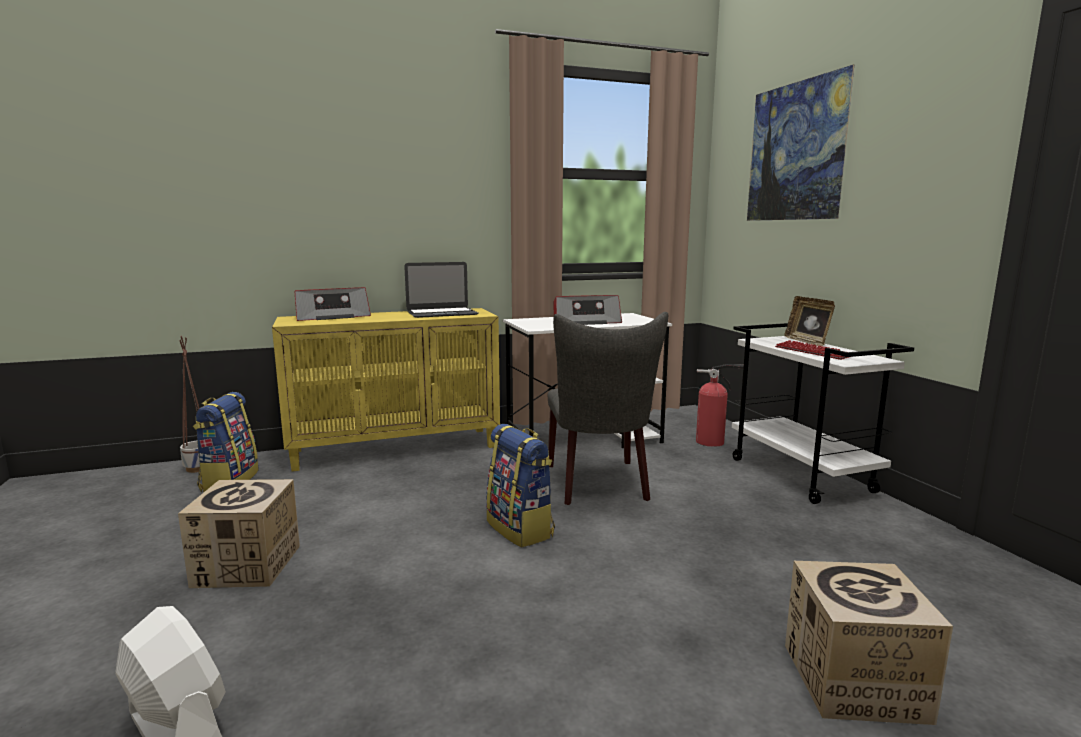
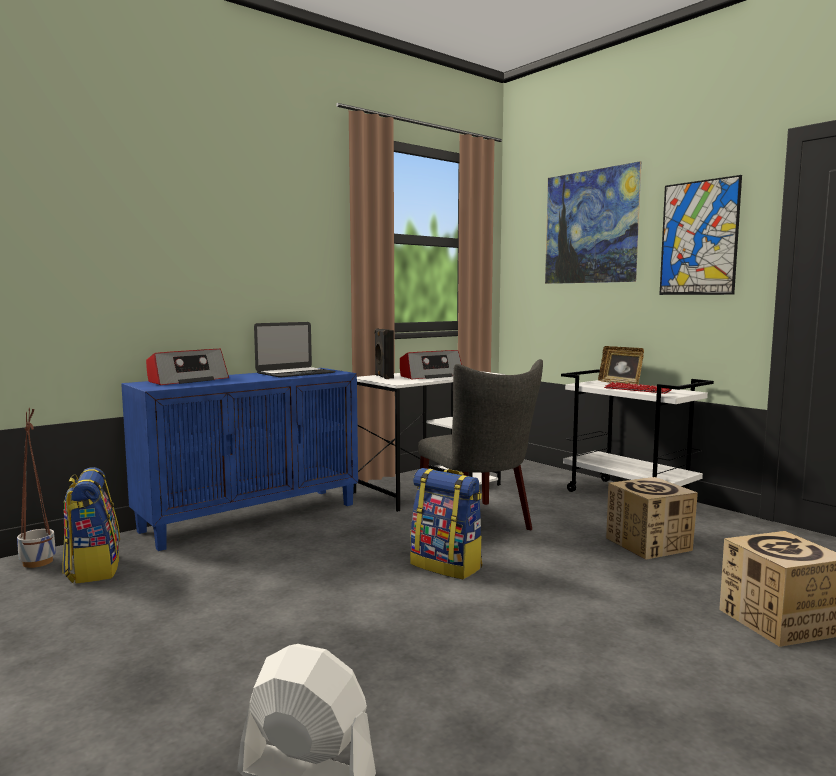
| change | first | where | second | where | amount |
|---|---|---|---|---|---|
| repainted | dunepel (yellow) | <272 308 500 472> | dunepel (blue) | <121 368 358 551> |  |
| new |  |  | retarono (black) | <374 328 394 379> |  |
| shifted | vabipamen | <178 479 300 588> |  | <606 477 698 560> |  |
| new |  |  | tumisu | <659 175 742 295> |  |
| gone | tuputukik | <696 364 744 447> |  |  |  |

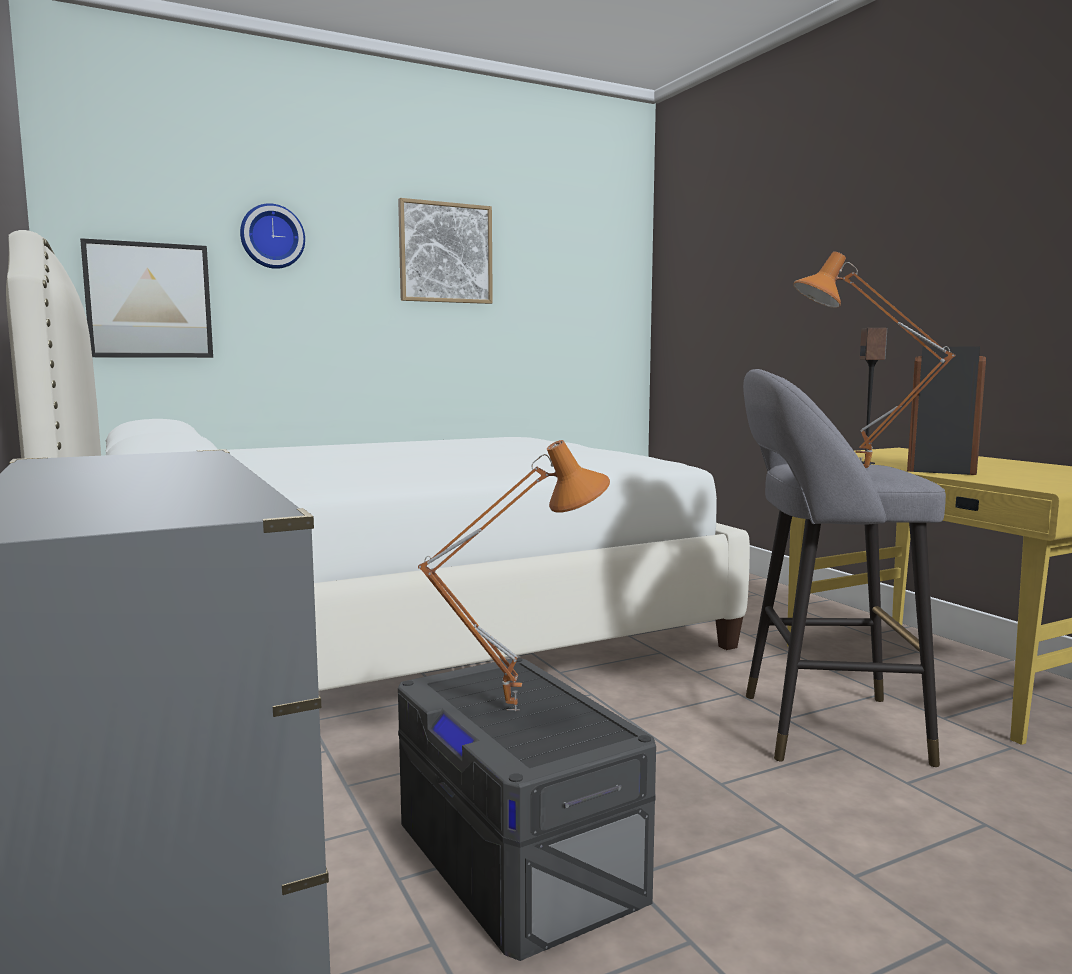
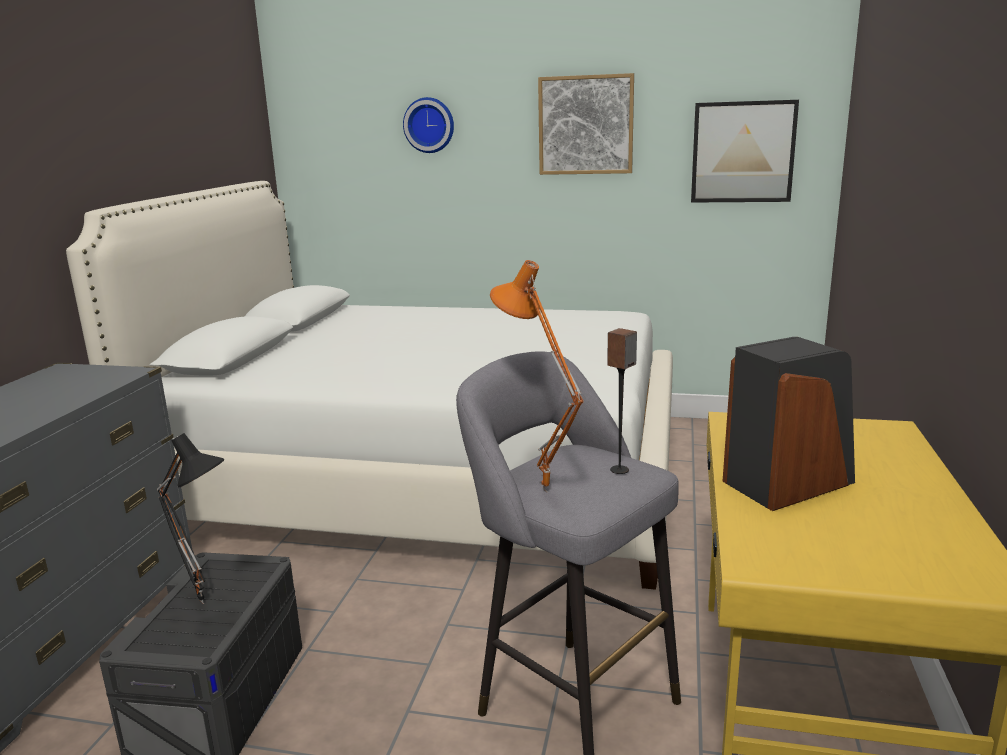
| change | first | where | second | where | amount |
|---|---|---|---|---|---|
| repainted | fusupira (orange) | <418 440 610 711> | fusupira (black) | <157 433 224 604> |  |
| shifted | tumisu | <80 238 213 358> |  | <691 100 799 202> |  |

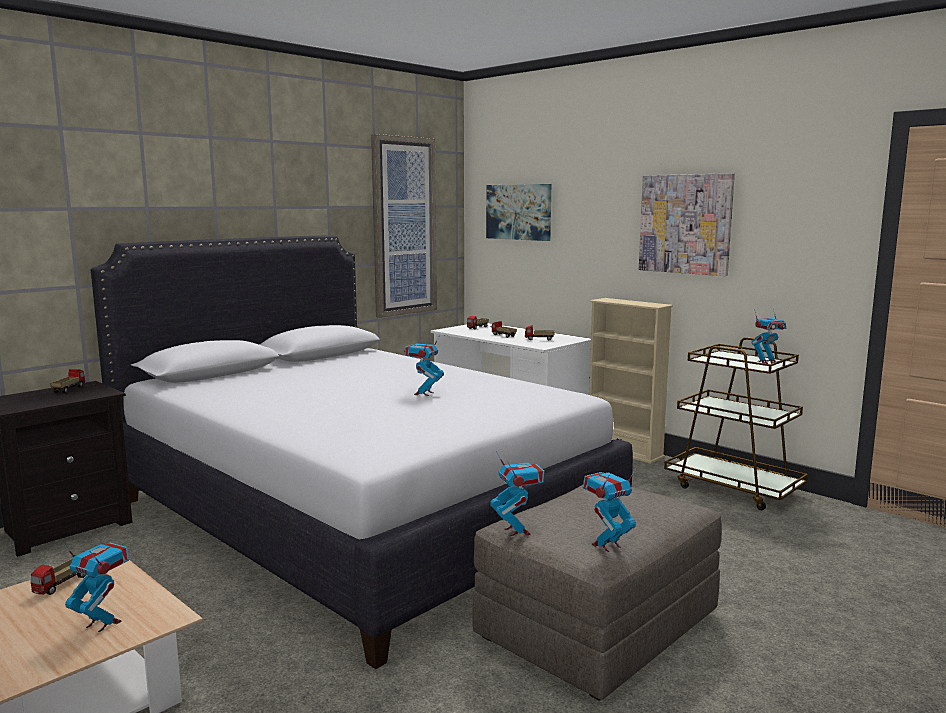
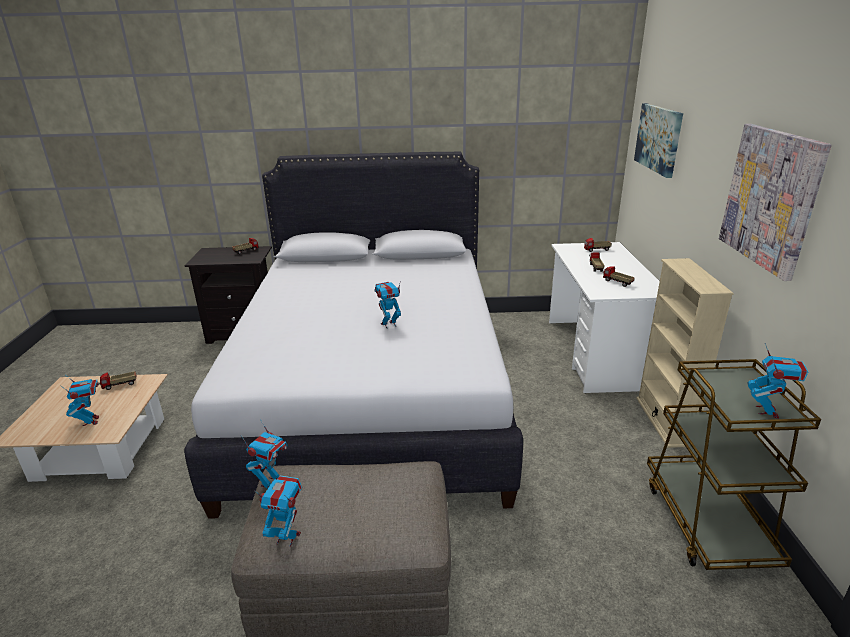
| change | first | where | second | where | amount |
|---|---|---|---|---|---|
| rotated | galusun | <752 308 786 364> |  | <747 343 809 418> | 105 degrees counterclockwise |
| gone | tumisu | <371 134 437 318> |  |  |  |

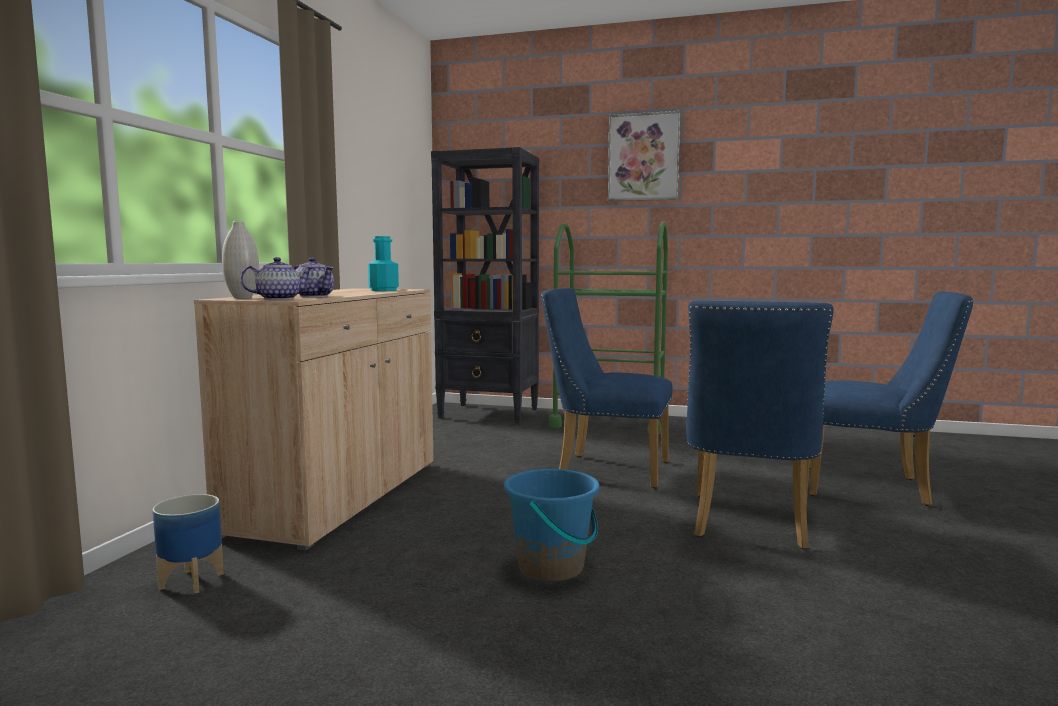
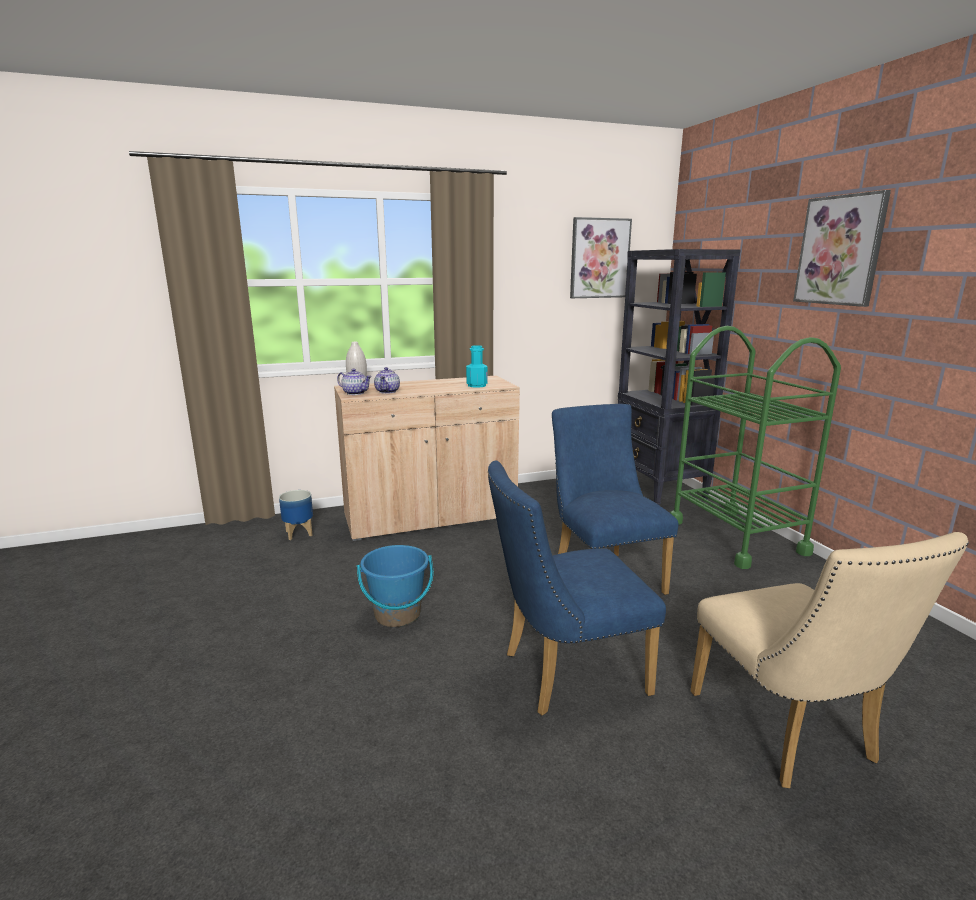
| change | first | where | second | where | amount |
|---|---|---|---|---|---|
| new |  |  | tumisu | <570 217 632 298> |  |
| repainted | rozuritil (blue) | <809 292 974 506> | rozuritil (beige) | <690 532 969 788> |  |

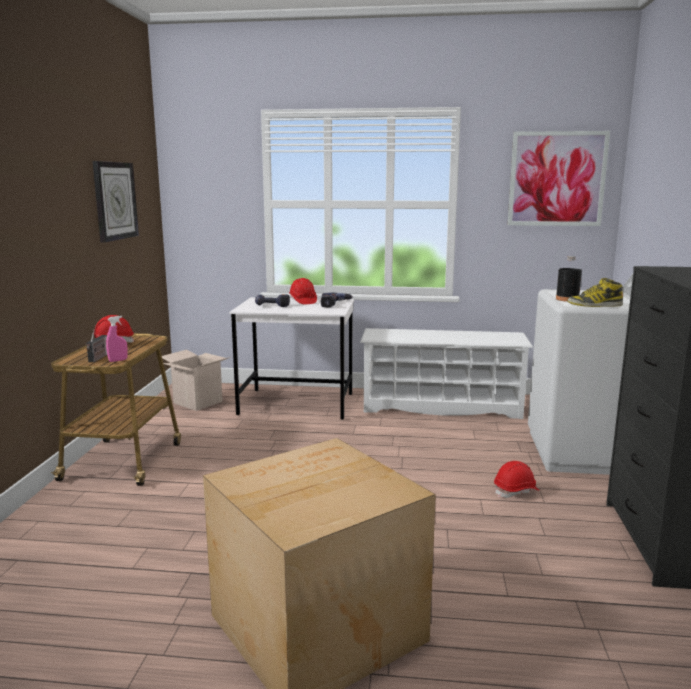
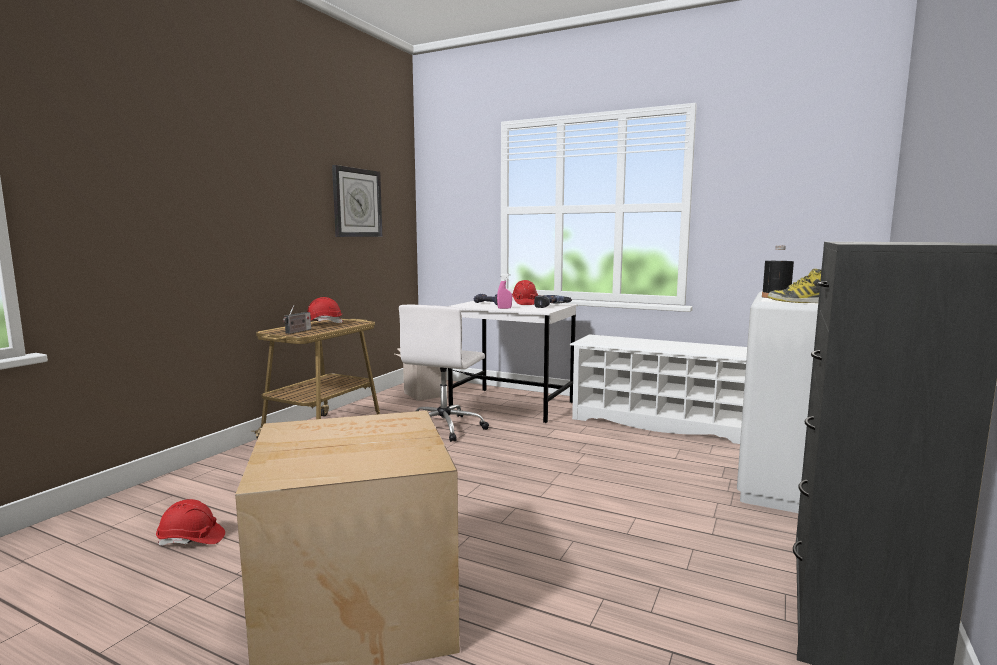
| change | first | where | second | where | amount |
|---|---|---|---|---|---|
| shifted | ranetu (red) | <494 461 540 498> |  | <156 499 225 546> |  |
| new |  |  | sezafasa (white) | <399 304 489 442> |  |
| shifted | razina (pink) | <106 316 128 362> |  | <497 274 512 309> |  |
| gone | tumisu | <508 131 610 226> |  |  |  |

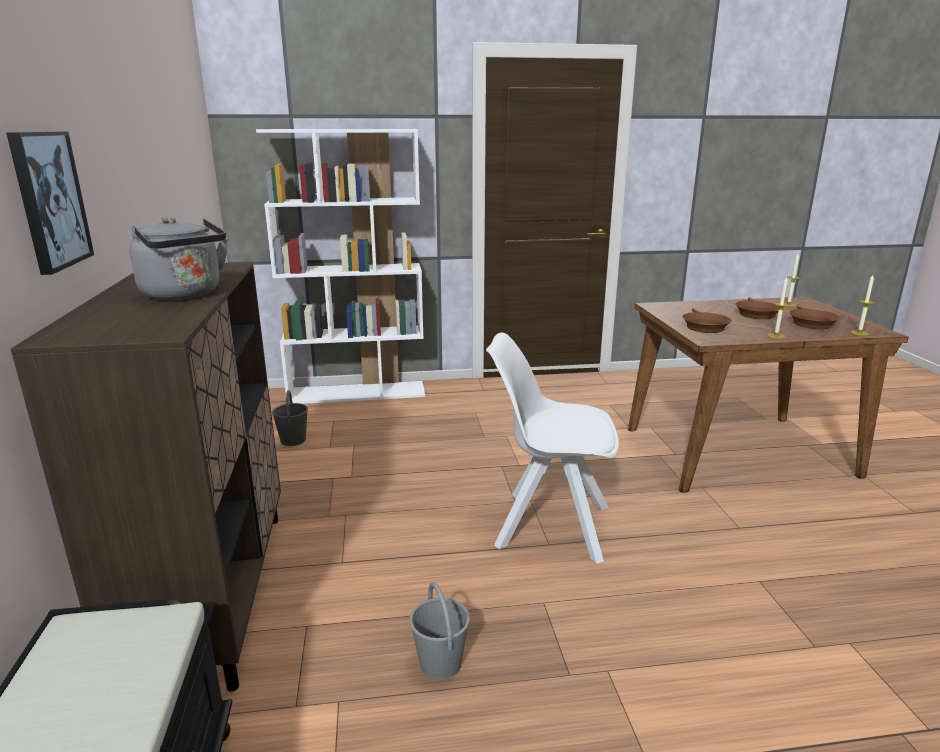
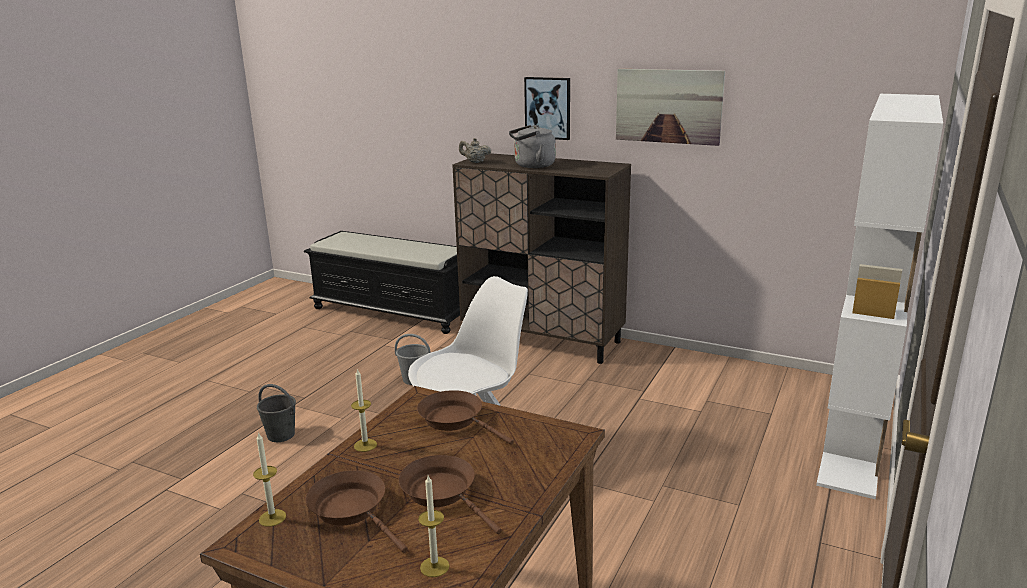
| change | first | where | second | where | amount |
|---|---|---|---|---|---|
| shifted | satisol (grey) | <272 390 308 446> |  | <257 384 296 442> |  |
| new |  |  | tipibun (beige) | <459 138 492 163> |  |
| new |  |  | tumisu | <616 69 725 146> |  |

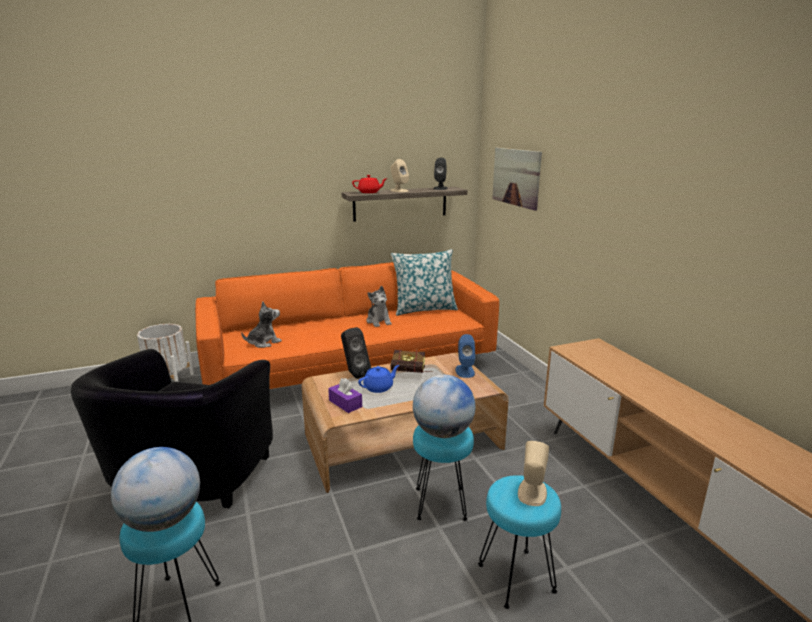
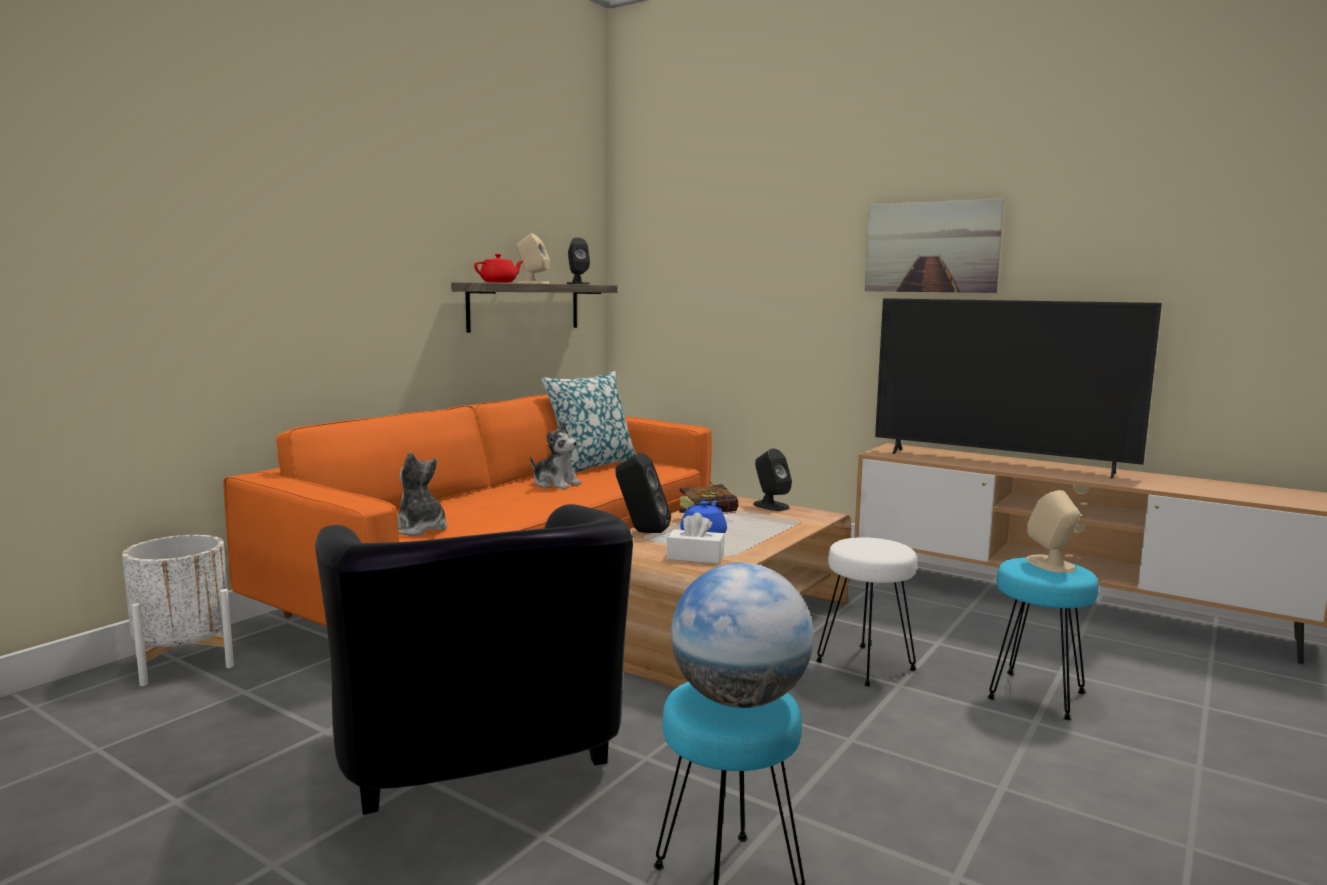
| change | first | where | second | where | amount |
|---|---|---|---|---|---|
| rotated | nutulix | <241 302 282 348> |  | <397 452 447 535> | 60 degrees counterclockwise |
| repainted | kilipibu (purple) | <328 378 362 413> | kilipibu (white) | <667 513 725 564> |  |
| repainted | retarono (blue) | <455 334 475 378> | retarono (black) | <753 448 792 511> |  |
| repainted | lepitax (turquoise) | <413 425 474 521> | lepitax (white) | <816 537 917 686> |  |
| shifted | tumisu | <492 147 542 211> |  | <865 198 1004 293> |  |
| new |  |  | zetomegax | <875 298 1162 479> |  |
| gone | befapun | <413 375 475 438> |  |  |  |

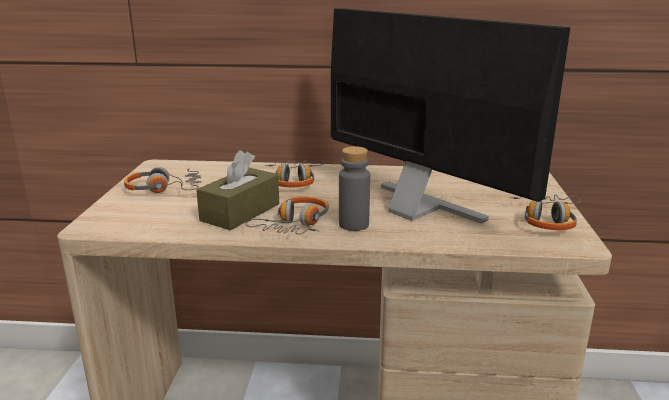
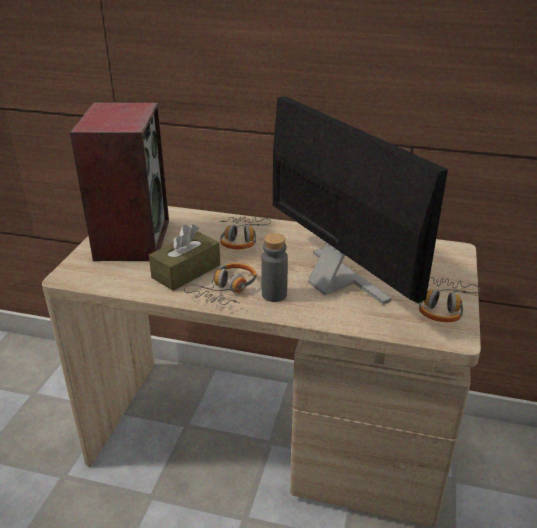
| change | first | where | second | where | amount |
|---|---|---|---|---|---|
| swapped | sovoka | <124 167 202 193> | retarono | <70 103 169 261> |  |

